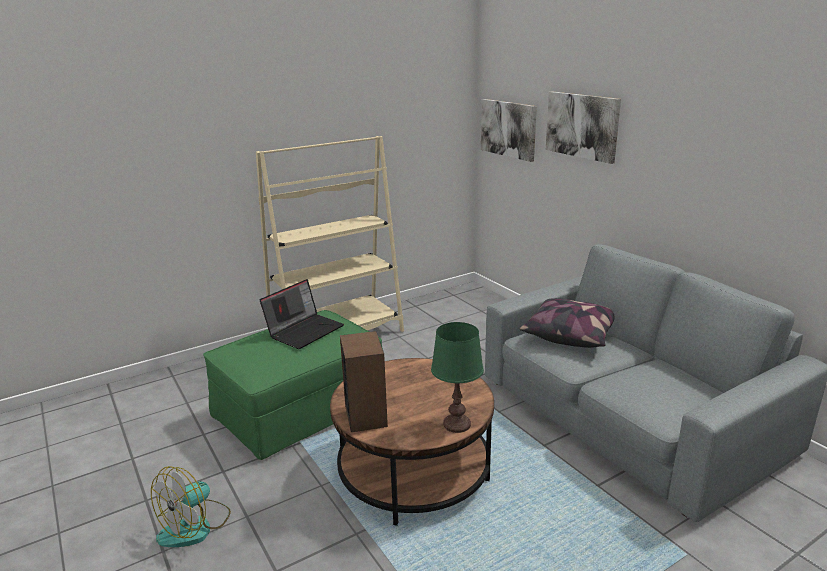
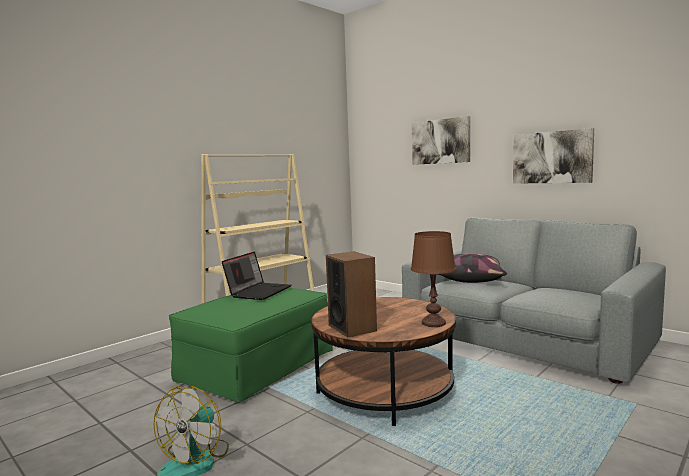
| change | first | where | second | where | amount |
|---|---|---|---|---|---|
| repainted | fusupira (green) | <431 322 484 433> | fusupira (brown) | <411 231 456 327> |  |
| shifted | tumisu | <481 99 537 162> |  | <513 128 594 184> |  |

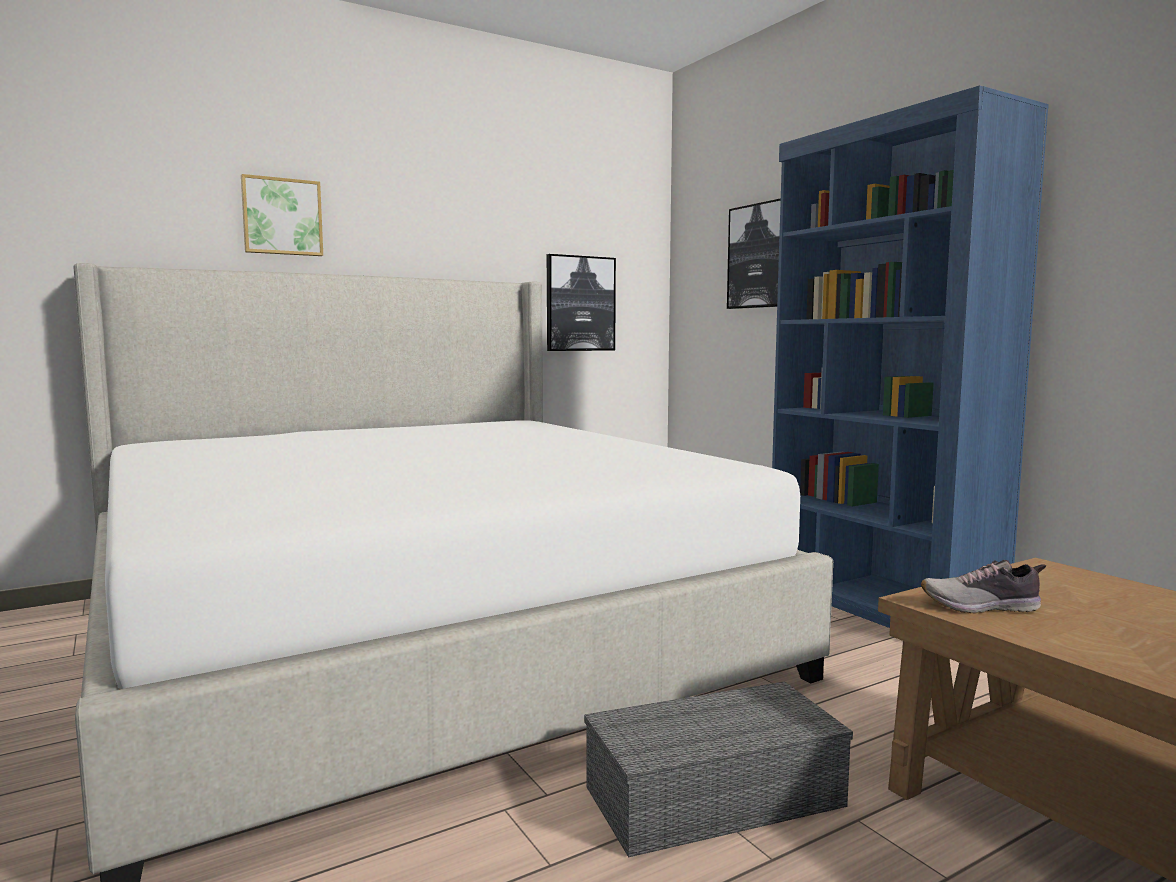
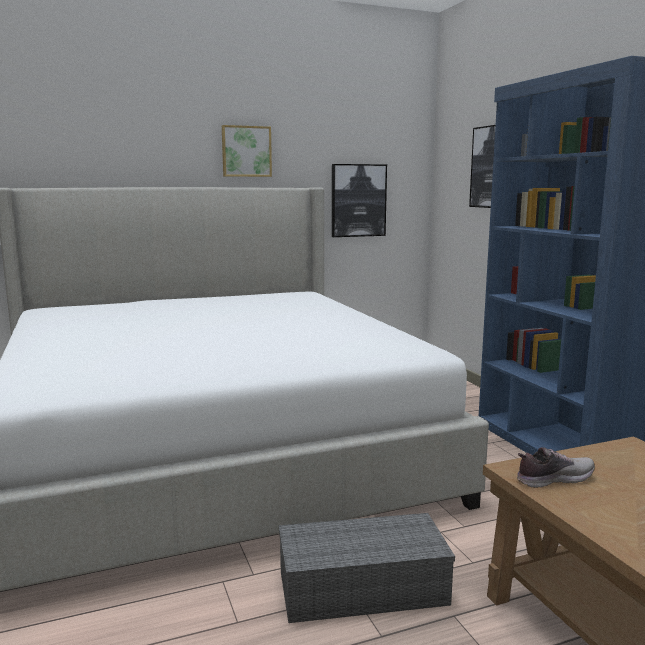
| change | first | where | second | where | amount |
|---|---|---|---|---|---|
| shifted | tumisu | <241 174 323 256> |  | <222 125 272 177> |  |
| rotated | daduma | <921 560 1046 613> |  | <517 447 595 488> | 150 degrees clockwise |

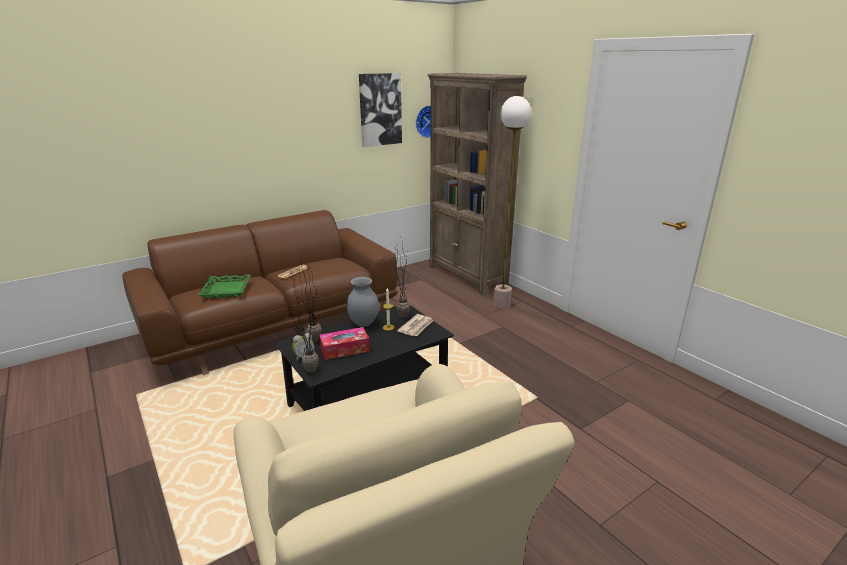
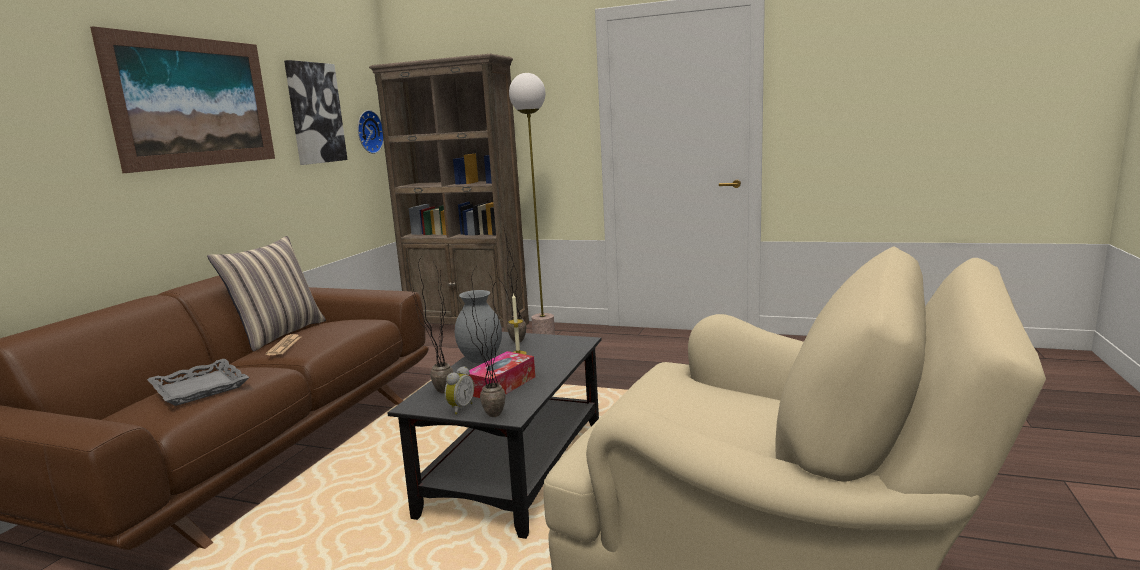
| change | first | where | second | where | amount |
|---|---|---|---|---|---|
| new |  |  | tumisu | <90 26 275 173> |  |
| repainted | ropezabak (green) | <198 274 251 298> | ropezabak (grey) | <147 359 249 406> |  |
| new |  |  | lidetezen | <207 236 326 352> |  |
| gone | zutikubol | <397 314 433 336> |  |  |  |

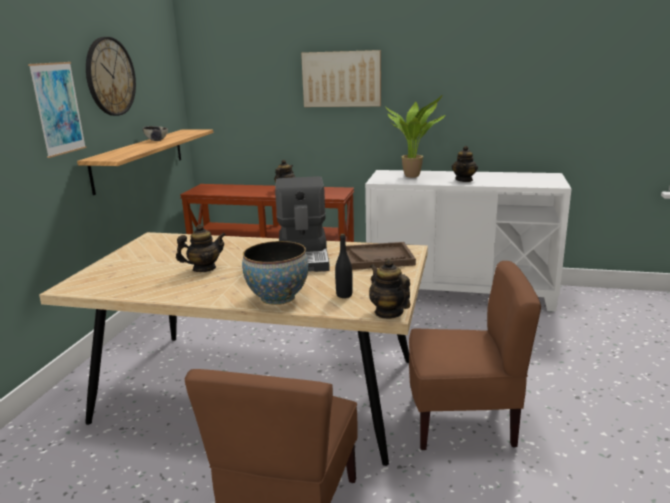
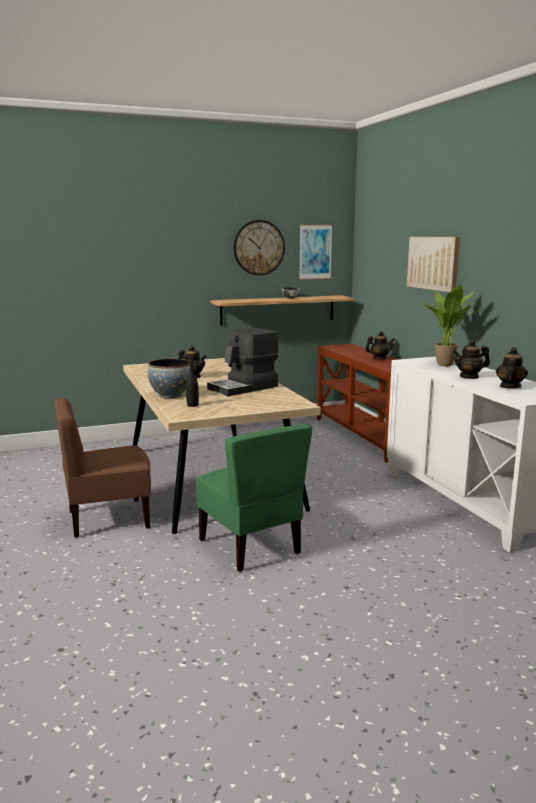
| change | first | where | second | where | amount |
|---|---|---|---|---|---|
| repainted | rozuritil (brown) | <409 261 541 450> | rozuritil (green) | <195 424 312 572> |  |
| shifted | tumisu | <28 62 86 158> |  | <299 225 332 280> |  |
| shifted | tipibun | <369 259 410 319> |  | <496 347 528 388> |  |
| gone | ropezabak (brown) | <346 242 416 270> |  |  |  |

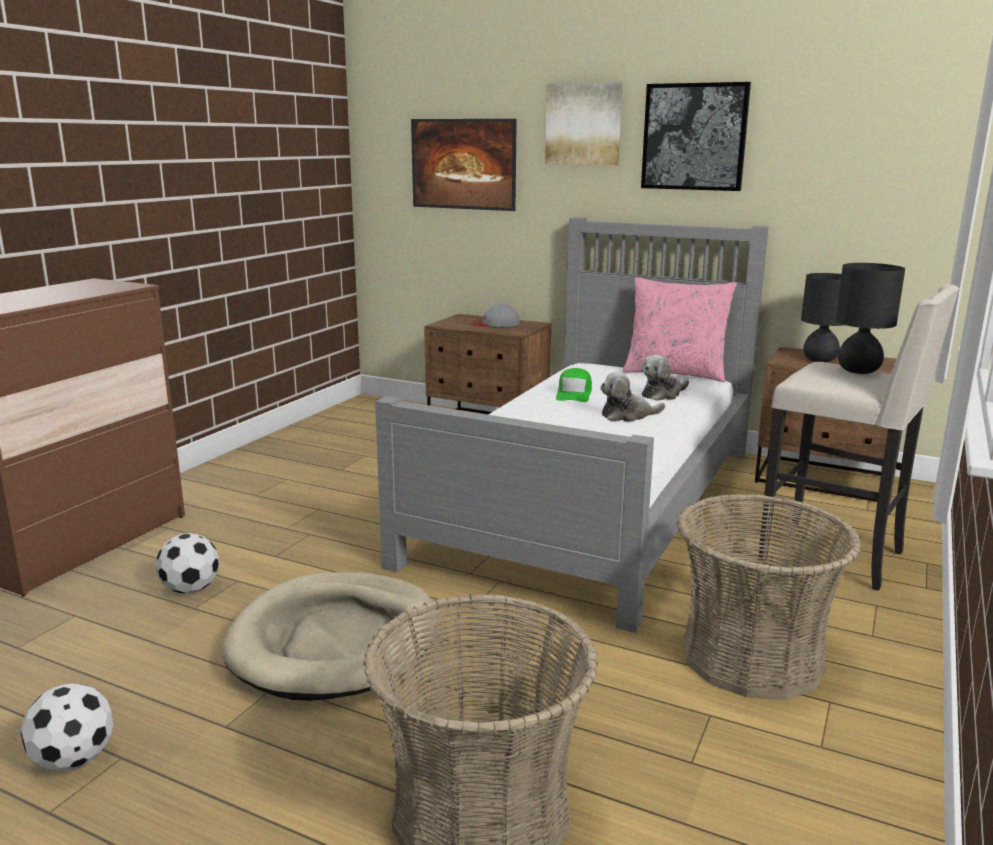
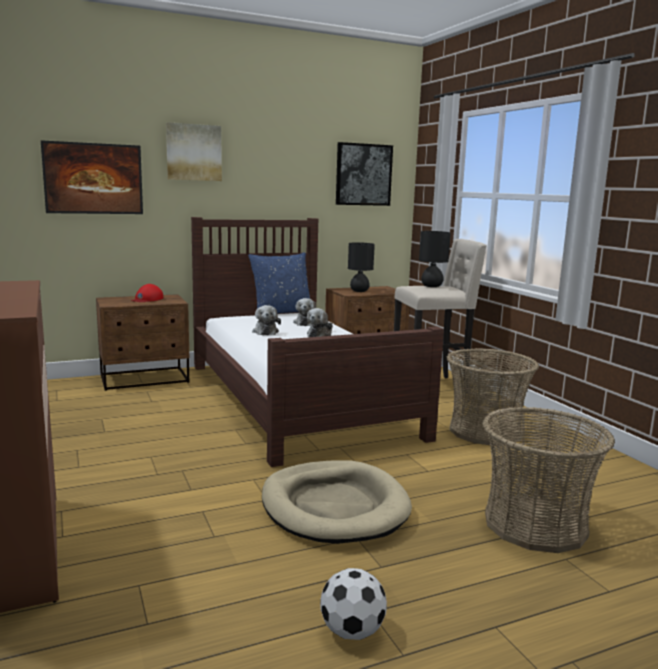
| change | first | where | second | where | amount |
|---|---|---|---|---|---|
| repainted | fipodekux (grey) | <472 304 520 327> | fipodekux (red) | <131 284 163 302> |  |
| repainted | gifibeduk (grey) | <375 217 769 633> | gifibeduk (brown) | <191 217 444 467> |  |
| repainted | lidetezen (pink) | <623 277 737 382> | lidetezen (blue) | <248 252 310 313> |  |
| swapped | fipodekux (green) | <556 368 592 402> | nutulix | <252 305 281 335> |  |
| shifted | tumisu | <641 82 751 191> |  | <336 142 393 206> |  |
| gone | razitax | <156 533 219 594> |  |  |  |

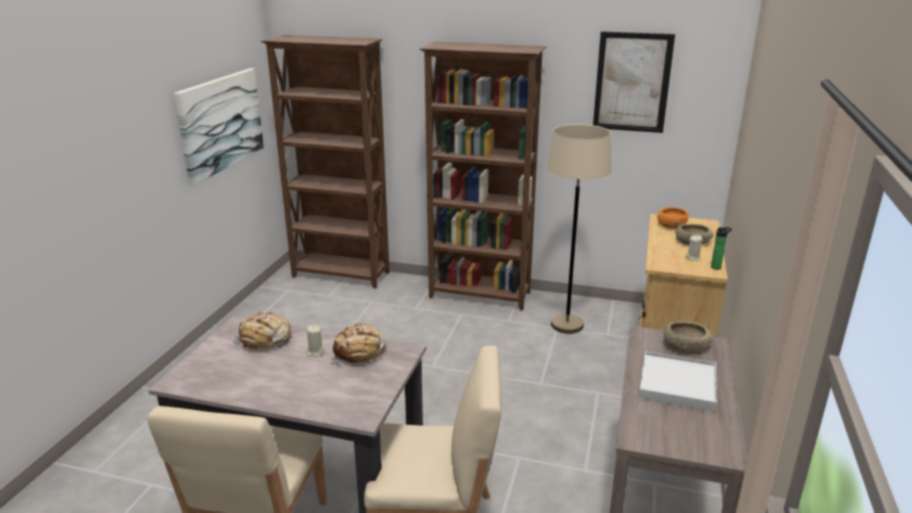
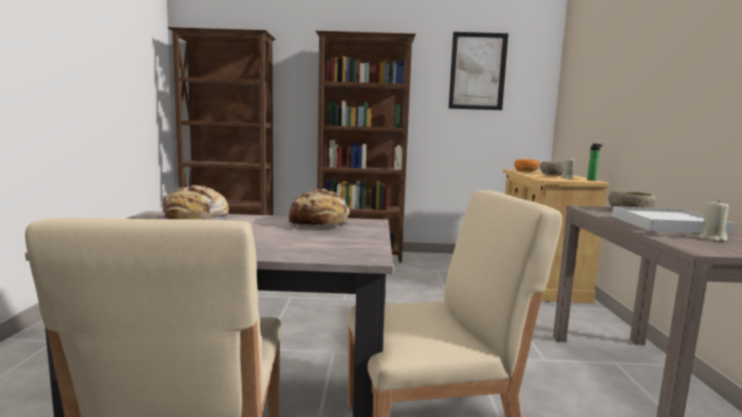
| change | first | where | second | where | amount |
|---|---|---|---|---|---|
| shifted | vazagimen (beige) | <307 325 325 357> |  | <698 200 729 241> |  |
| gone | tumisu | <174 68 264 185> |  |  |  |
| gone | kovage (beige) | <547 124 612 334> |  |  |  |

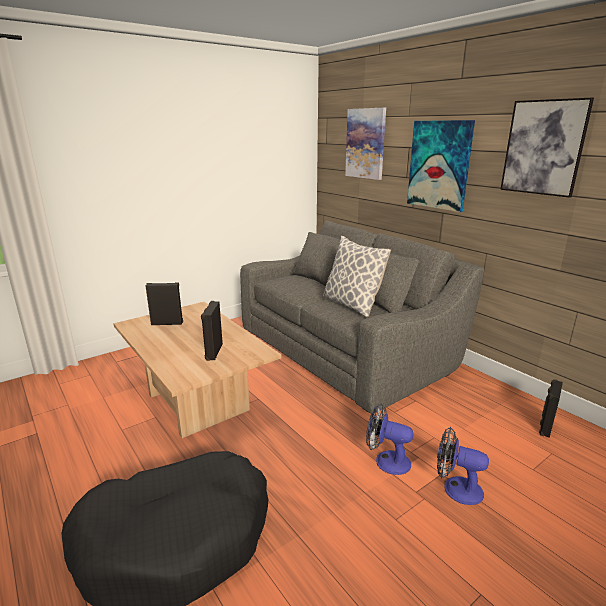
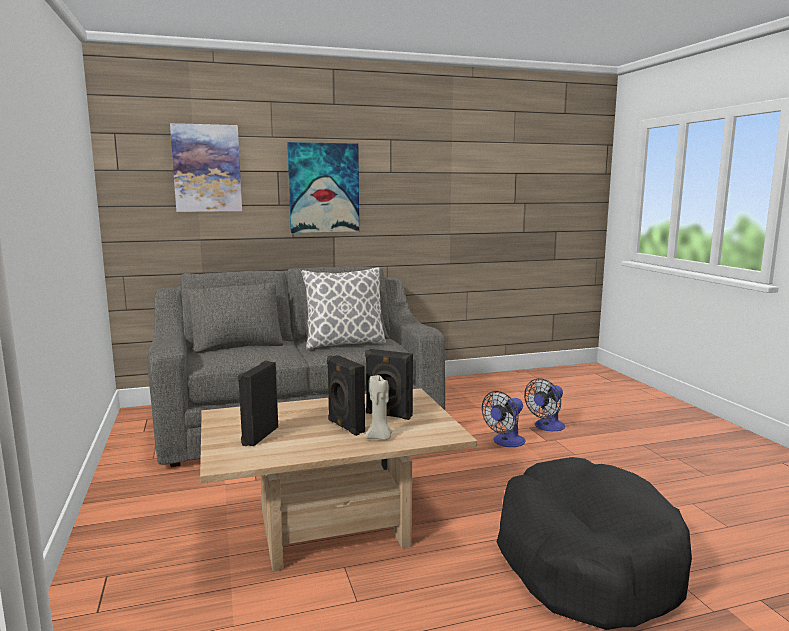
| change | first | where | second | where | amount |
|---|---|---|---|---|---|
| shifted | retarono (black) | <539 379 563 438> |  | <327 355 365 436> |  |
| new |  |  | vazagimen (beige) | <365 374 393 440> |  |
| gone | tumisu | <500 98 594 198> |  |  |  |

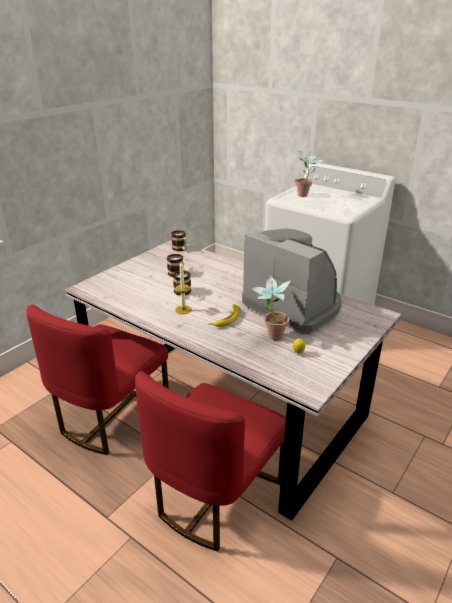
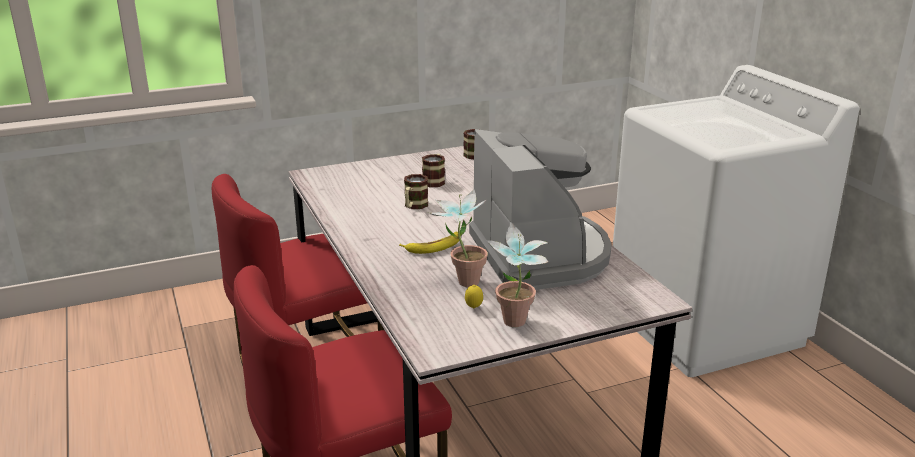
| change | first | where | second | where | amount |
|---|---|---|---|---|---|
| shifted | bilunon | <295 150 325 197> |  | <487 222 549 327> |  |
| gone | vazagimen | <175 262 192 314> |  |  |  |

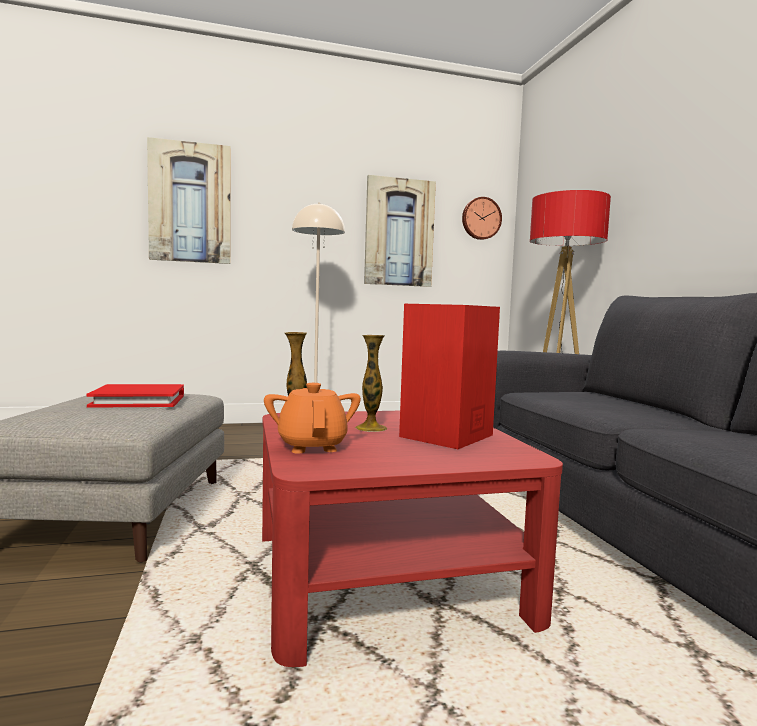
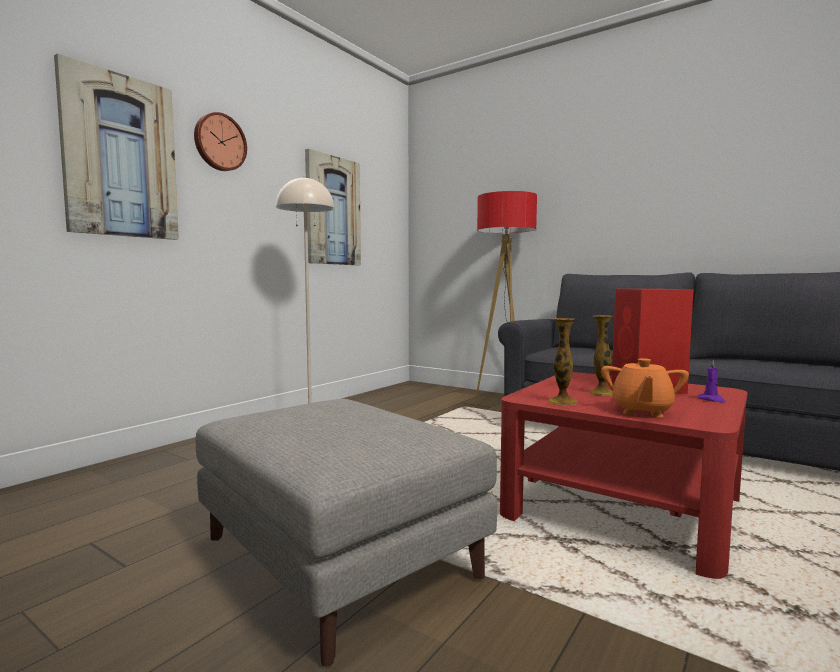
| change | first | where | second | where | amount |
|---|---|---|---|---|---|
| shifted | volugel | <462 197 502 240> |  | <194 112 247 171> |  |
| rotated | tipibun (orange) | <264 383 361 454> |  | <601 358 689 417> | 105 degrees counterclockwise |
| new |  |  | vazagimen (purple) | <698 359 725 402> |  |
| gone | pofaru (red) | <86 384 184 408> |  |  |  |

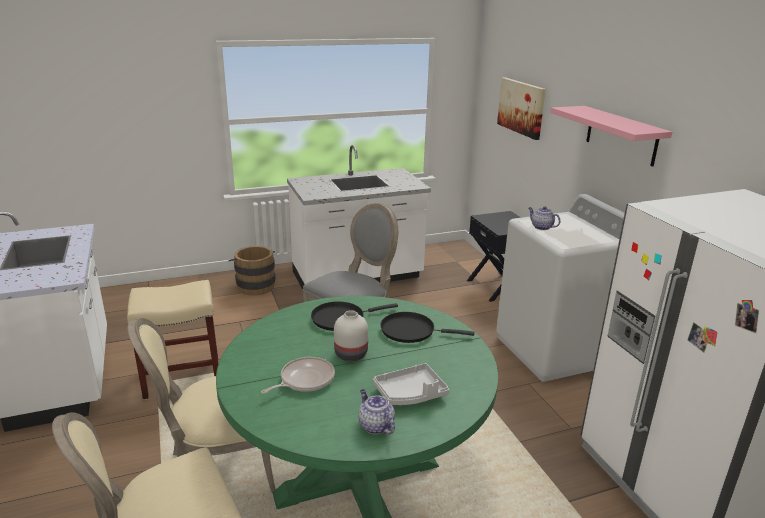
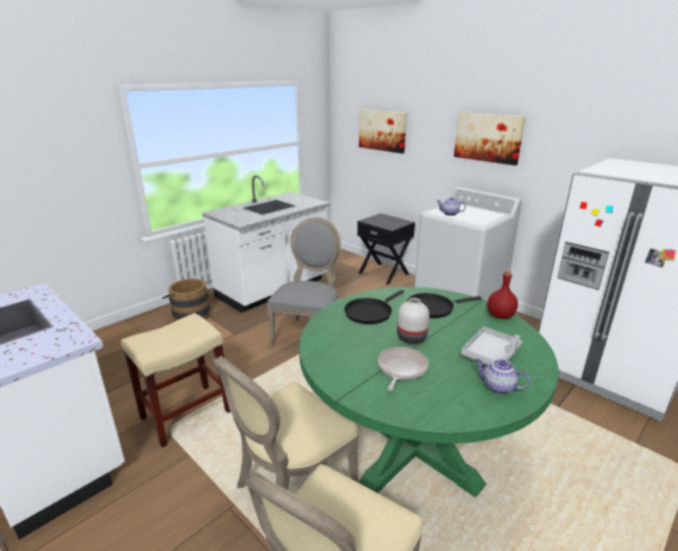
| change | first | where | second | where | amount |
|---|---|---|---|---|---|
| swapped | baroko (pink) | <551 106 672 167> | tumisu | <454 112 525 166> |  |
| new |  |  | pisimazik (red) | <487 270 518 319> |  |

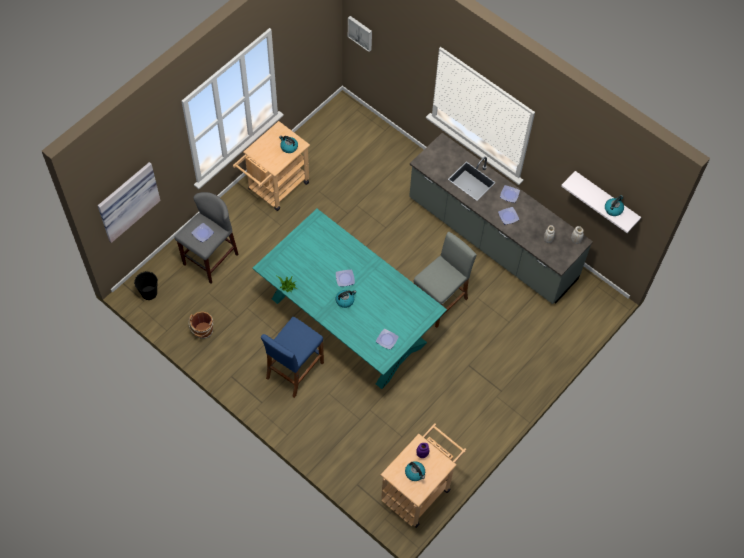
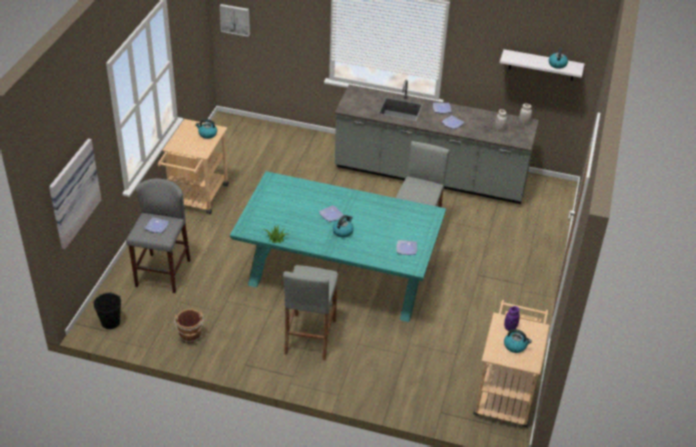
| change | first | where | second | where | amount |
|---|---|---|---|---|---|
| repainted | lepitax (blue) | <261 317 324 398> | lepitax (grey) | <283 265 338 360> |  |

